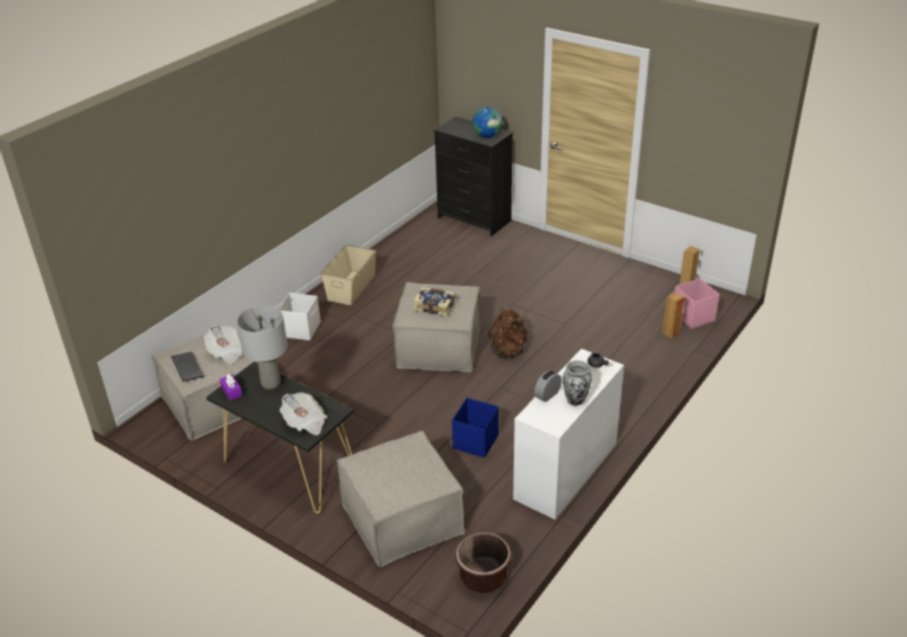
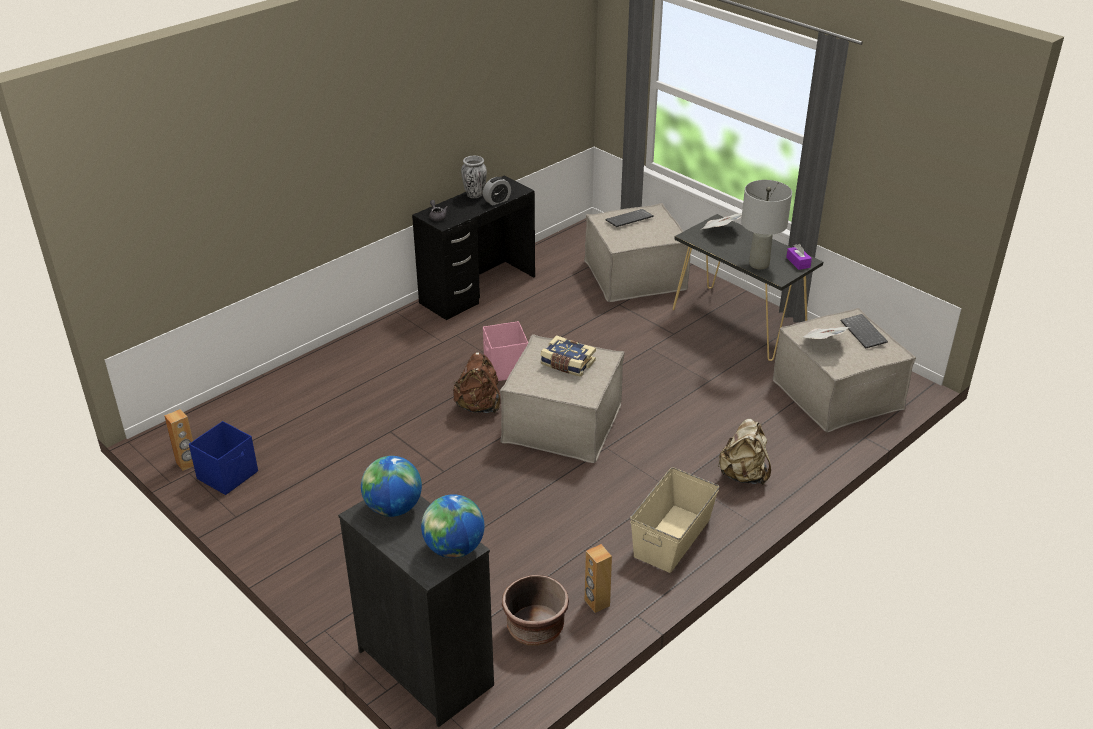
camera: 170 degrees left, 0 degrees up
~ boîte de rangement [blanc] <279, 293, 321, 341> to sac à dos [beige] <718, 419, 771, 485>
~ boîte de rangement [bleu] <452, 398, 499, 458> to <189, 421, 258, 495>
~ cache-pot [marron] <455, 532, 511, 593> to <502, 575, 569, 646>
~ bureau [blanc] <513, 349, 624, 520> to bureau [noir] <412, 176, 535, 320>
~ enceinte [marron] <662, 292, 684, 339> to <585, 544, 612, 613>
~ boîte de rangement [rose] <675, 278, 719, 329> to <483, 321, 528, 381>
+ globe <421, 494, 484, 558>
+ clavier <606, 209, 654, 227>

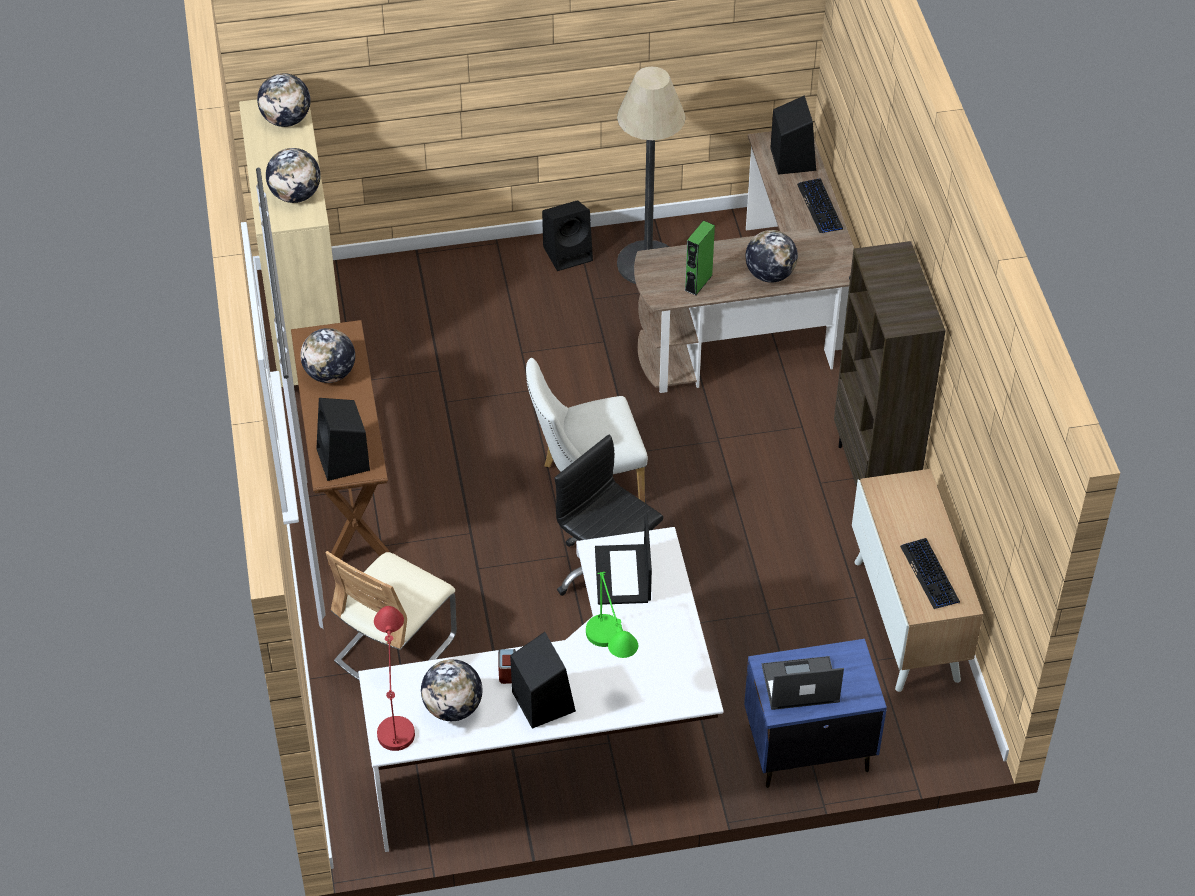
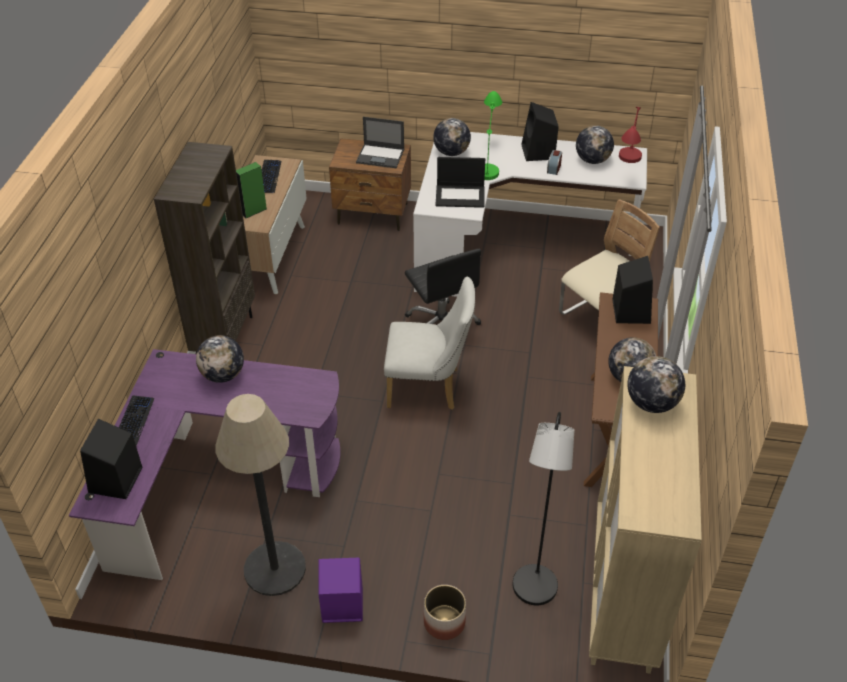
camera: 160 degrees left, 5 degrees down
~ globe <257, 73, 311, 127> to <433, 118, 471, 156>
~ enceinte [noir] <542, 200, 593, 271> to enceinte [violet] <318, 558, 363, 623>
~ ordinateur portable <595, 514, 652, 605> = <436, 157, 485, 208> 75 degrees clockwise
~ bureau [marron] <634, 131, 854, 393> to bureau [violet] <69, 349, 340, 580>
~ enceinte [vert] <684, 220, 715, 295> to <236, 162, 267, 218>
~ table de chevet [bleu] <744, 639, 887, 788> to table de chevet [marron] <329, 138, 411, 231>
+ cache-pot <424, 585, 466, 640>
+ lampadaire [noir] <512, 412, 574, 605>

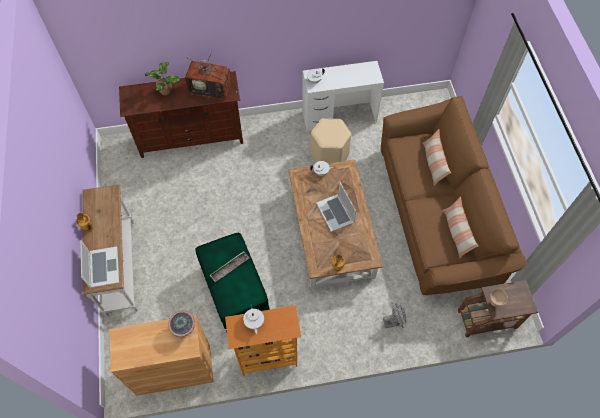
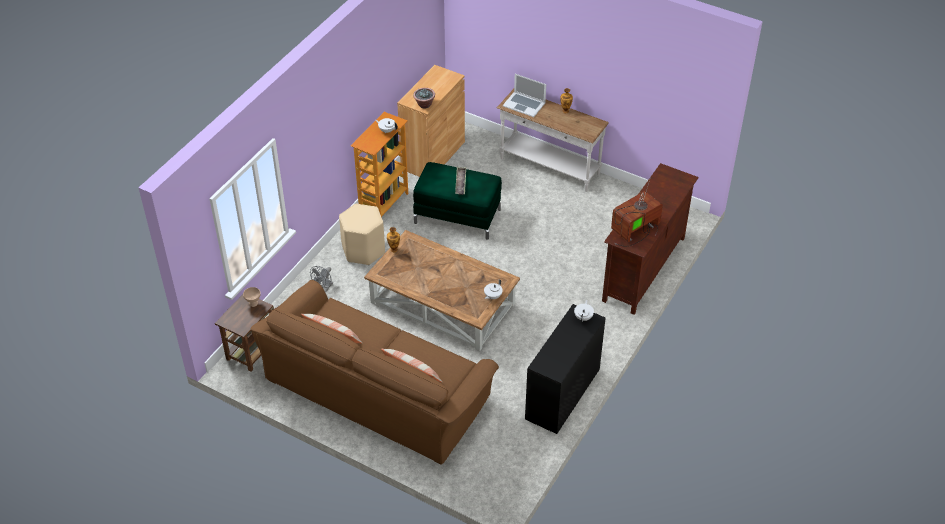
camera: 130 degrees right, 15 degrees down
- plante en pot <145, 62, 180, 96>
~ bureau [blanc] <302, 61, 384, 131> to bureau [noir] <525, 304, 605, 434>
~ tabouret [beige] <310, 118, 352, 163> to <339, 204, 385, 265>
- ordinateur portable <316, 182, 356, 232>

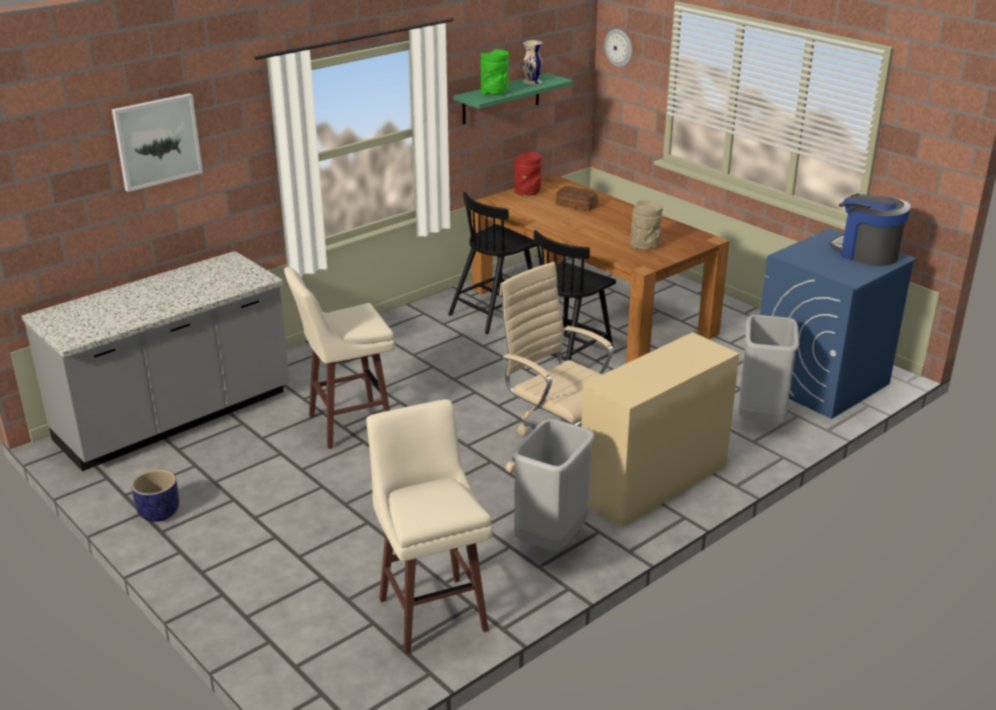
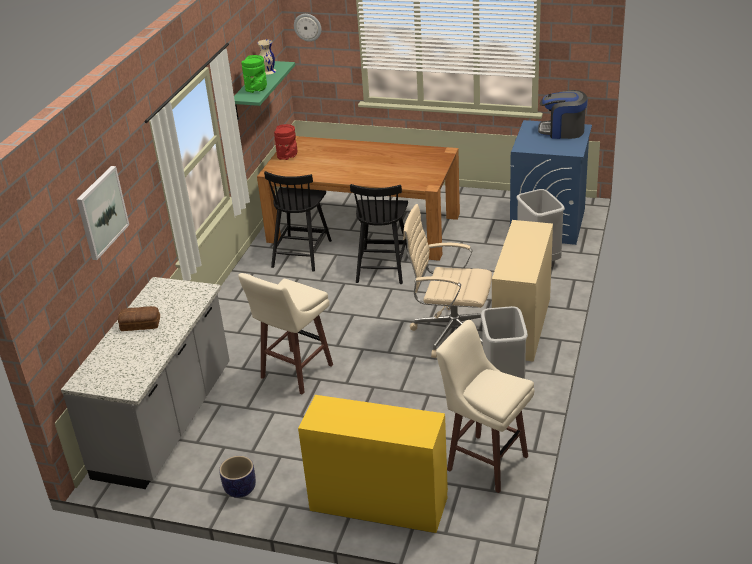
camera: 30 degrees left, 5 degrees up
~ pain <556, 186, 598, 211> to <118, 306, 160, 331>
- vase [beige] <631, 200, 663, 250>
+ bureau [jaune] <298, 395, 448, 533>

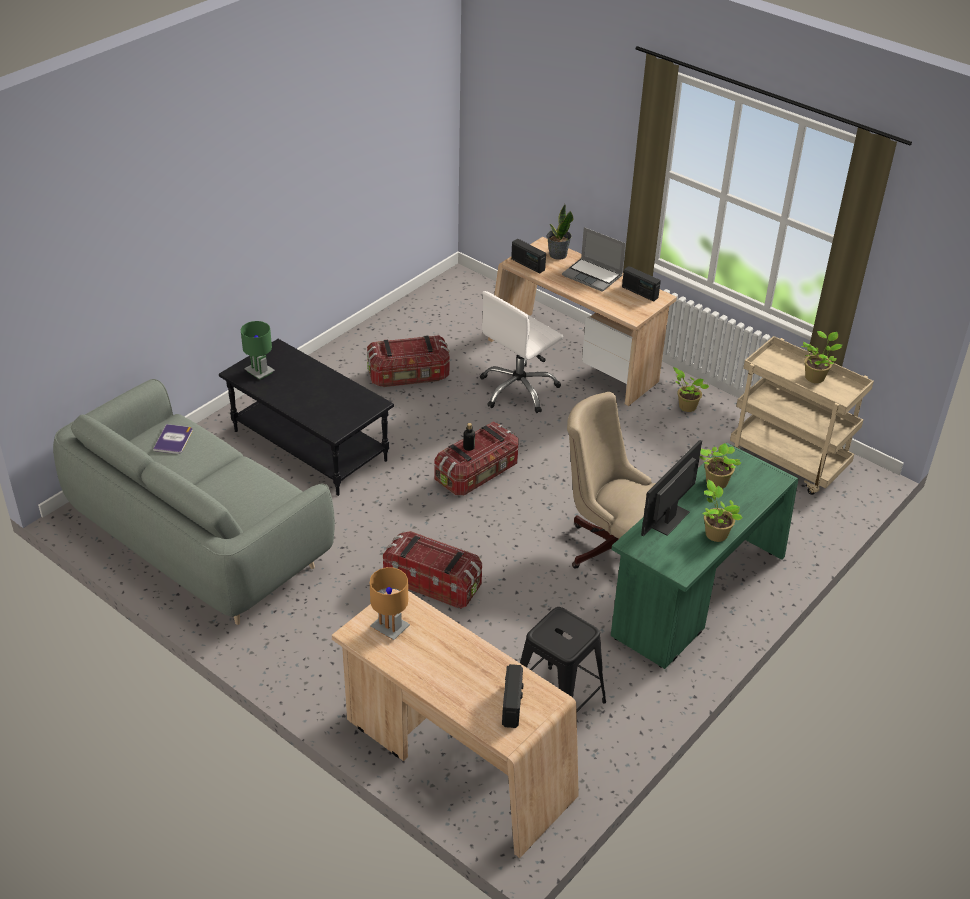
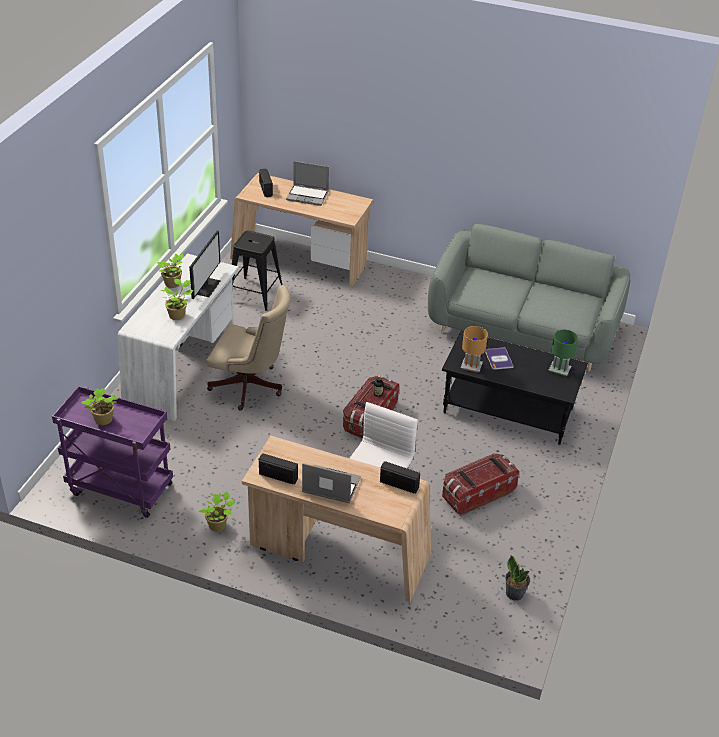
camera: 160 degrees right, 0 degrees up
~ livre <153, 424, 193, 454> to <485, 347, 514, 370>
~ lampe de table [marron] <370, 567, 410, 640> to <461, 326, 488, 373>
- boîte de rangement <383, 531, 482, 609>
~ plante en pot <547, 204, 573, 260> to <505, 555, 530, 601>
~ bureau [vert] <611, 443, 798, 669> to bureau [blanc] <118, 254, 238, 421>
~ chariot [beige] <730, 336, 874, 495> to chariot [violet] <52, 386, 173, 518>
+ ordinateur portable <286, 161, 329, 206>

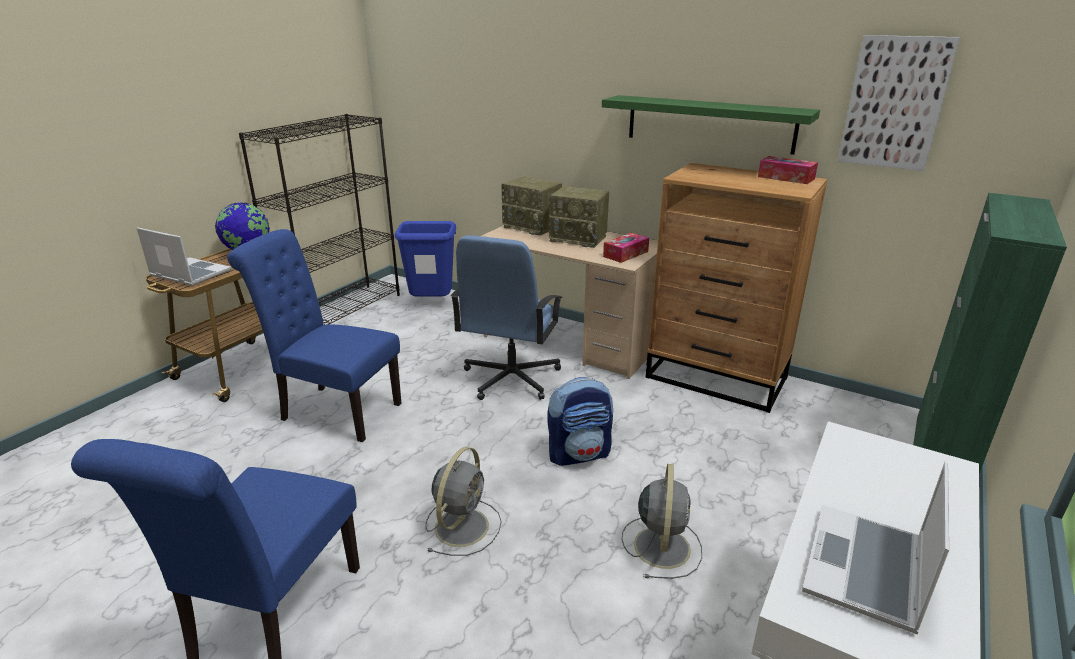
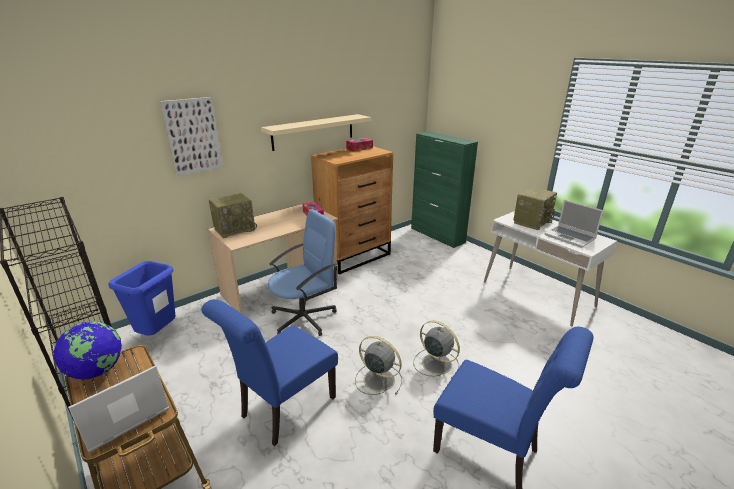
camera: 70 degrees left, 0 degrees up
~ chaise de bureau [bleu] <450, 235, 563, 400> = <268, 209, 338, 336> 75 degrees counterclockwise
- sac à dos <547, 377, 613, 466>
~ radio <548, 186, 609, 248> to <513, 187, 557, 230>
~ étagère [vert] <602, 95, 820, 155> to étagère [beige] <261, 114, 371, 151>
~ ventilateur [gris] <622, 464, 702, 579> to <355, 336, 402, 395>
~ tableau <838, 35, 960, 171> to <160, 97, 223, 176>

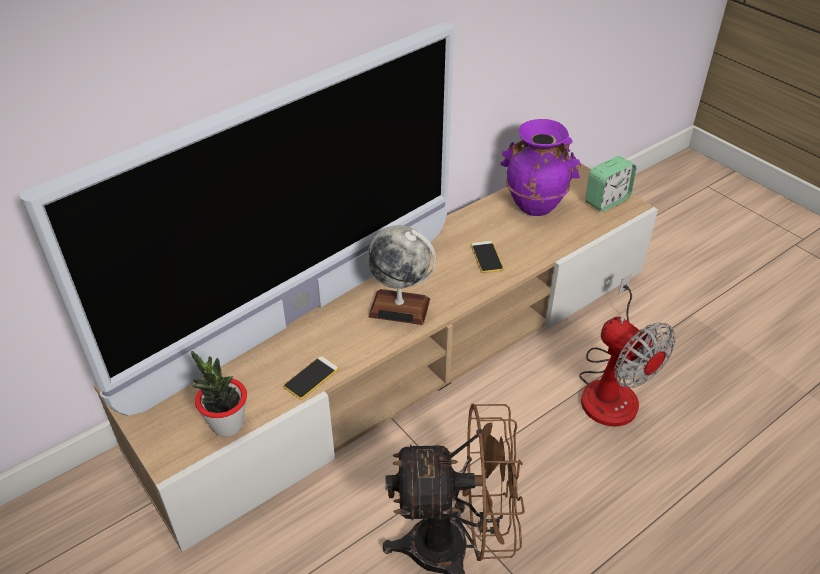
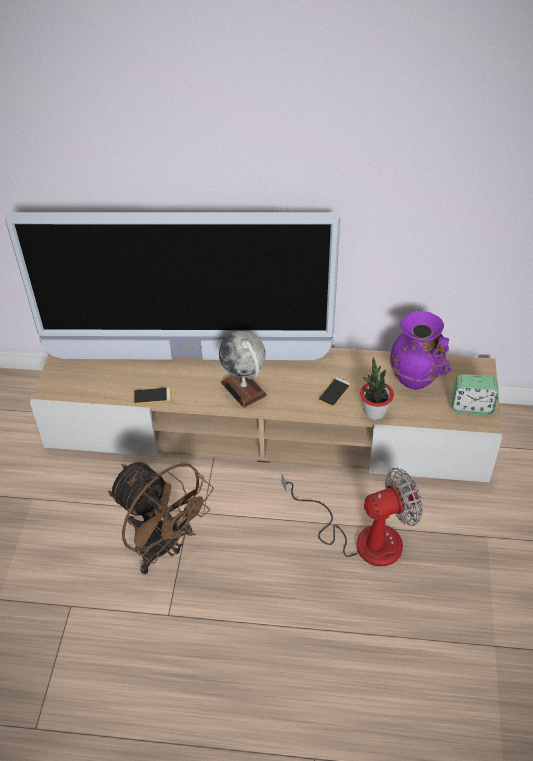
camera: 45 degrees right, 5 degrees up
~ plante en pot <191, 351, 247, 437> to <360, 358, 394, 420>
~ ventilateur <579, 274, 675, 427> = <281, 468, 423, 566> 120 degrees counterclockwise

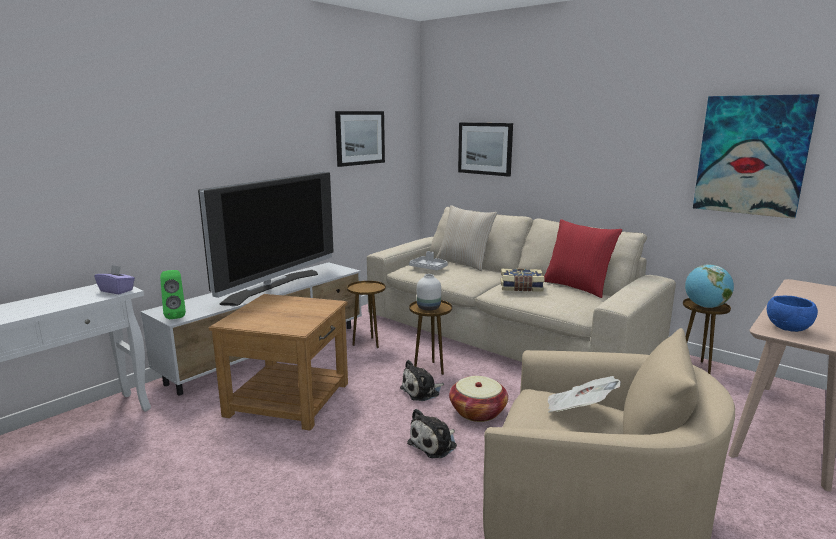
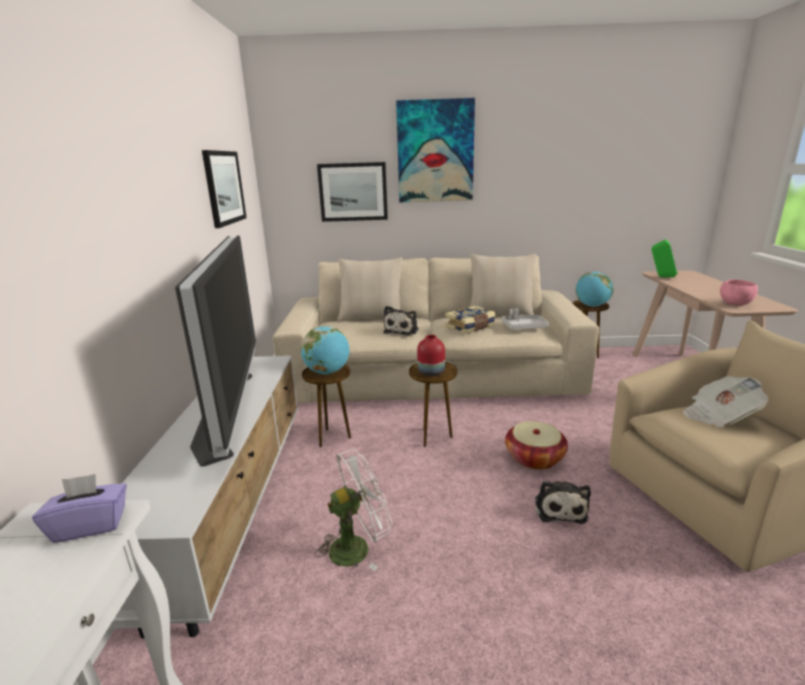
camera: 40 degrees left, 5 degrees up
~ enceinte [vert] <160, 270, 186, 319> to <652, 239, 678, 278>
~ table d'appoint [marron] <209, 294, 348, 431> to ventilateur [blanc] <315, 449, 392, 571>
~ peluche <400, 360, 444, 401> to <383, 306, 419, 335>
~ plateau [gris] <409, 251, 448, 270> to <502, 309, 549, 330>
~ vase [blanc] <417, 274, 441, 311> to vase [rouge] <417, 335, 445, 376>
~ coussin [rouge] <544, 219, 622, 298> to coussin [beige] <470, 254, 536, 316>
~ tableau <693, 94, 820, 219> to <396, 98, 475, 203>
~ bol [bleu] <767, 296, 818, 332> to bol [rose] <720, 280, 758, 306>
+ globe <301, 326, 349, 375>

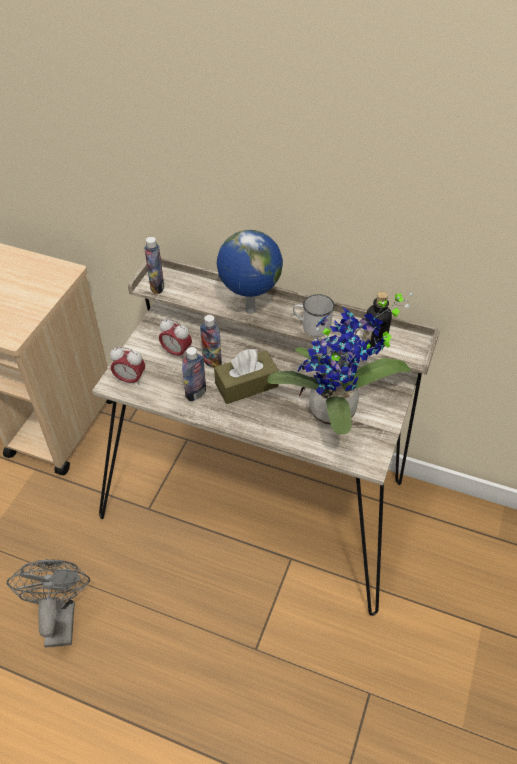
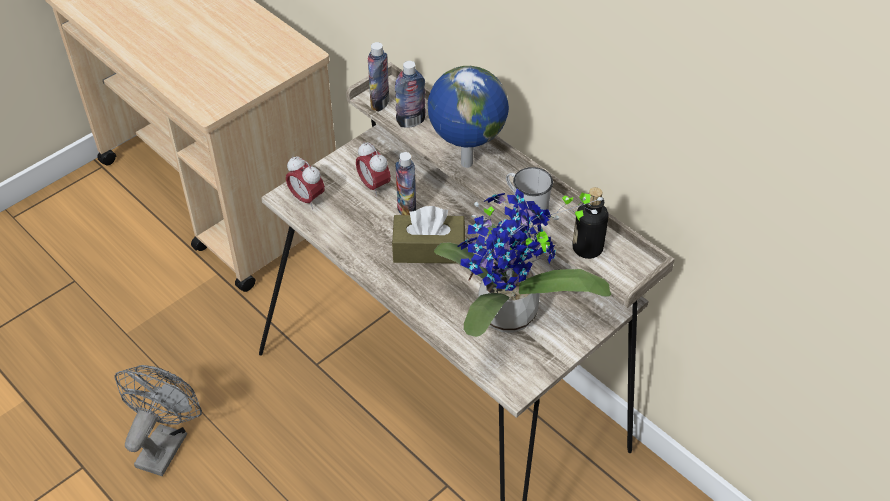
camera: 25 degrees right, 0 degrees up
~ bouteille <182, 347, 206, 401> to <395, 61, 426, 128>

